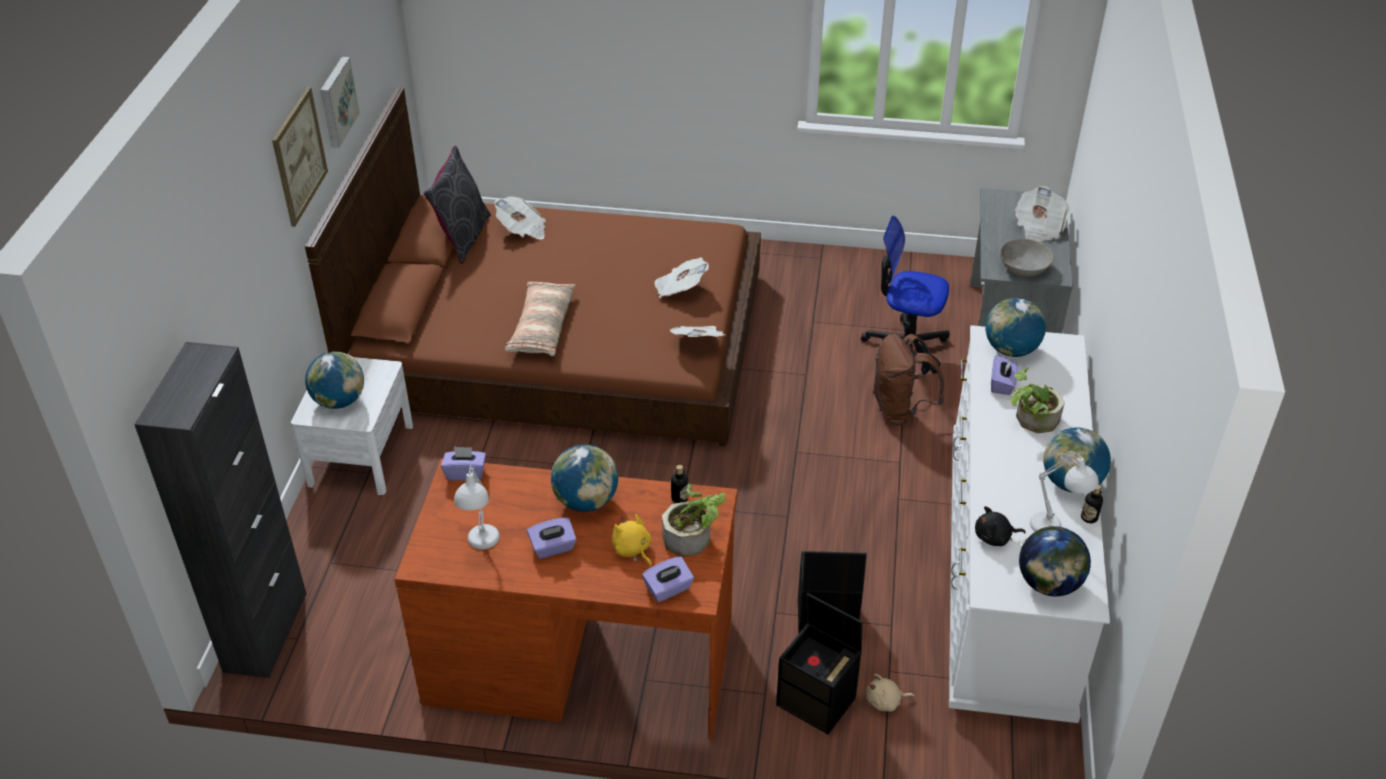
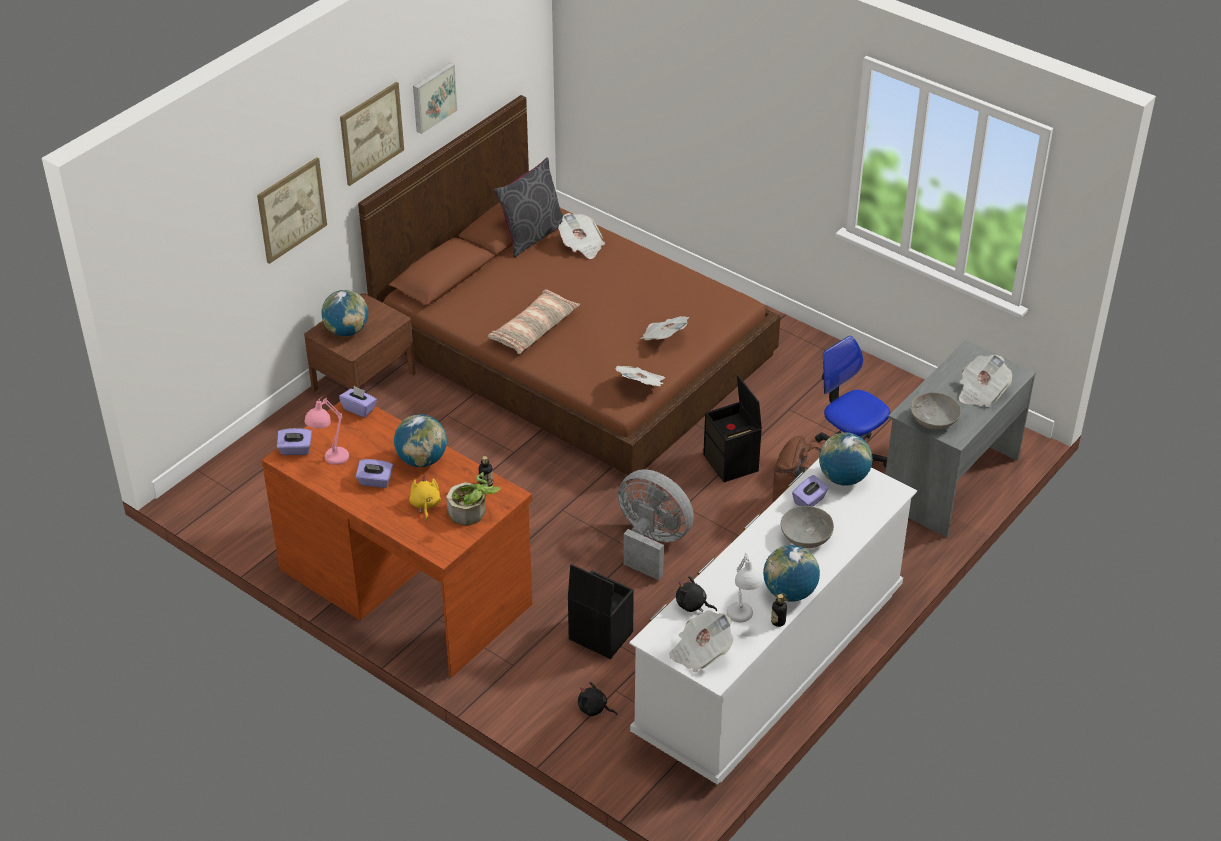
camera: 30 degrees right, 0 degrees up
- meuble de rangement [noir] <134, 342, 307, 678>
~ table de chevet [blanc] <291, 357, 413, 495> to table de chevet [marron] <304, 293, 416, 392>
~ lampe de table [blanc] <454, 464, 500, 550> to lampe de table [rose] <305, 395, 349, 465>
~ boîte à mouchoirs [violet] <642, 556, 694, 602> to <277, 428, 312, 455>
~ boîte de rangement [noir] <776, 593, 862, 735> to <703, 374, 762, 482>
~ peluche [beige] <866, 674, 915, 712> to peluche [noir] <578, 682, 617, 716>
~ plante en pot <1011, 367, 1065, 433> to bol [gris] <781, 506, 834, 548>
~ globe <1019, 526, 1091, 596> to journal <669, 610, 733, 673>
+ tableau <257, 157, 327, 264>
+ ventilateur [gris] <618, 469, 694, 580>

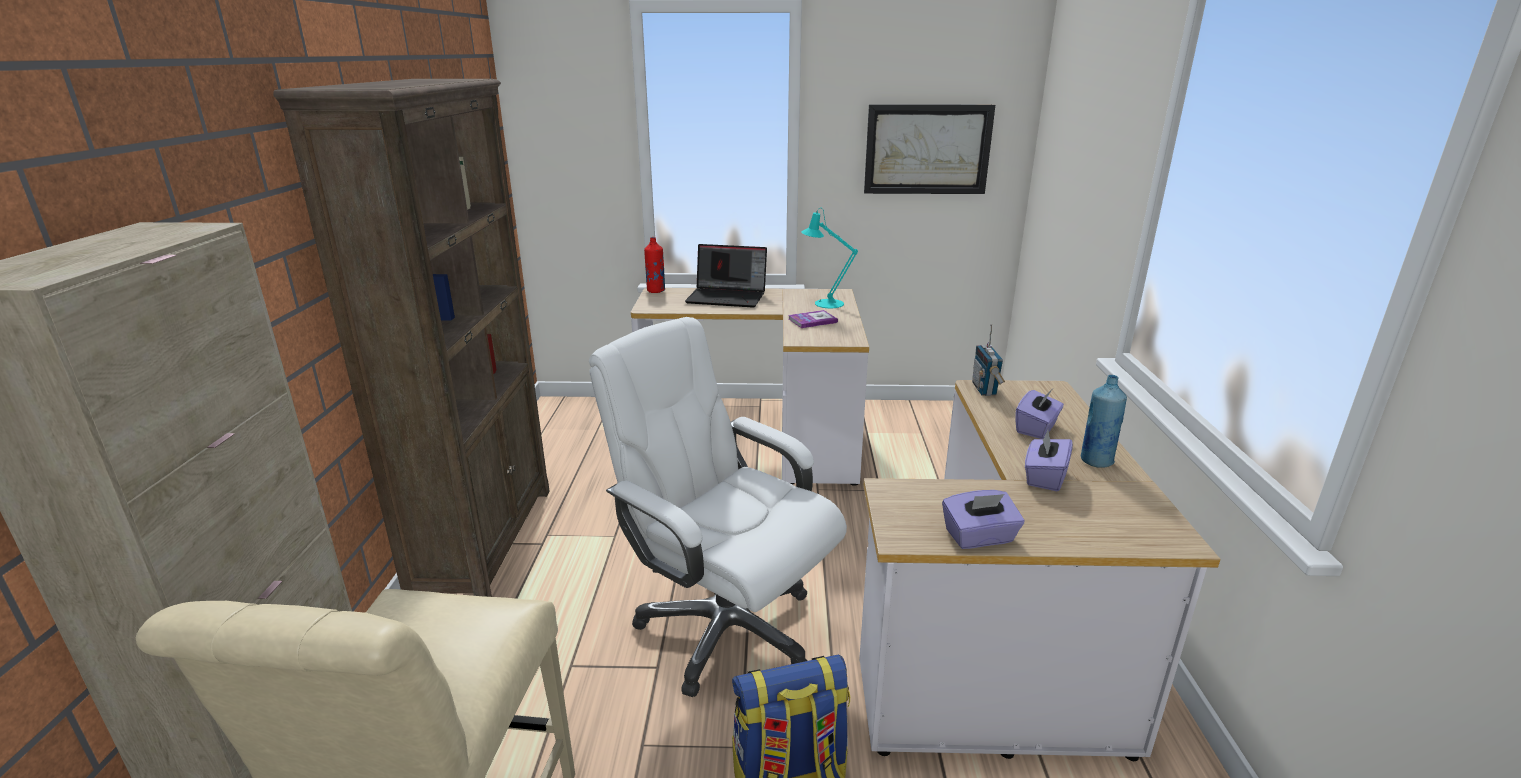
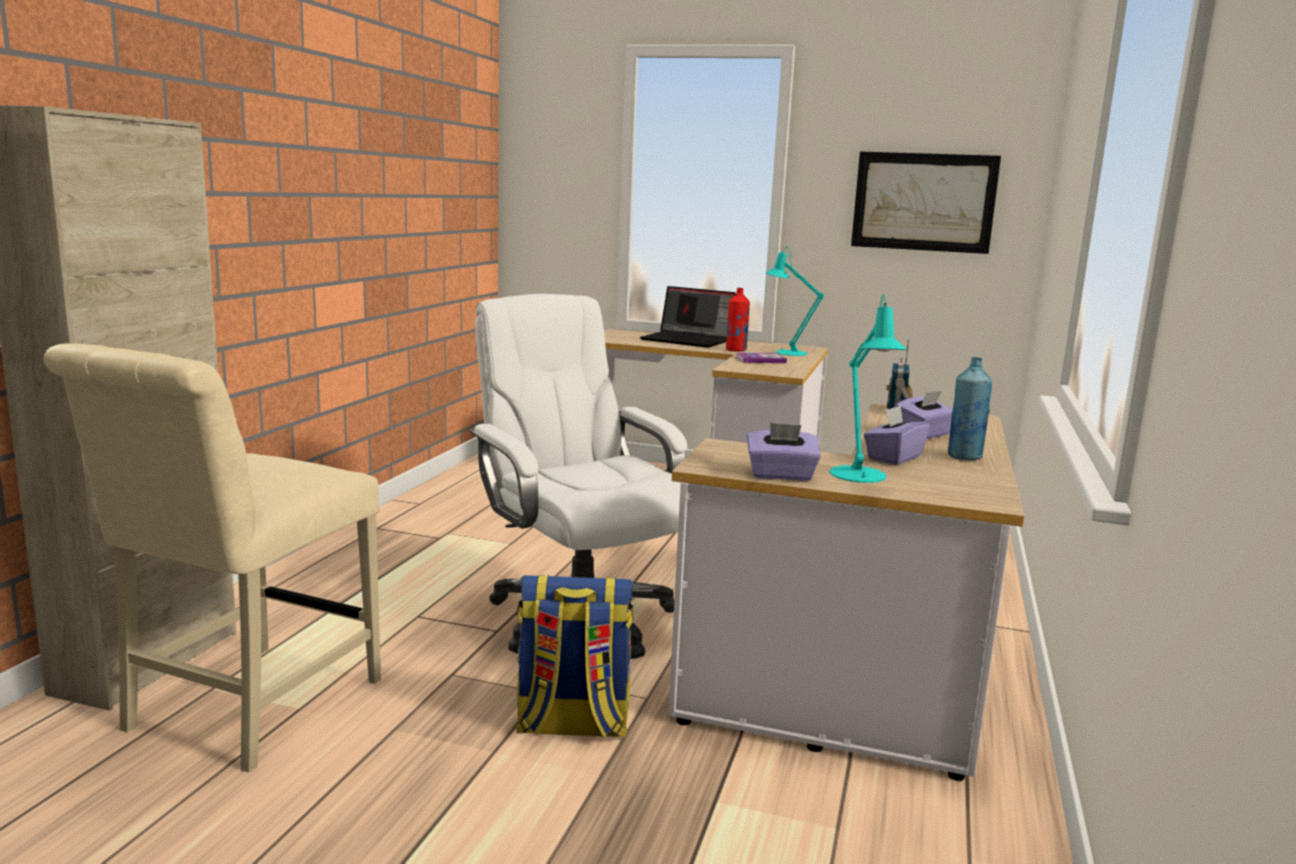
camera: 15 degrees right, 10 degrees down
- bibliothèque [marron] <273, 79, 550, 597>
~ bouteille [rouge] <644, 237, 665, 293> to <726, 288, 750, 352>
+ lampe de table [turquoise] <830, 294, 907, 483>

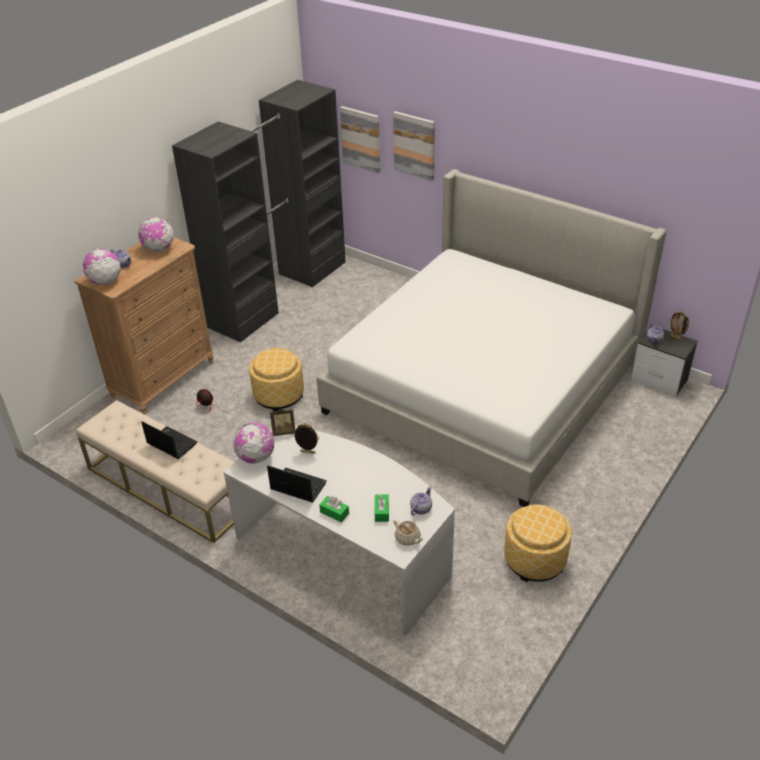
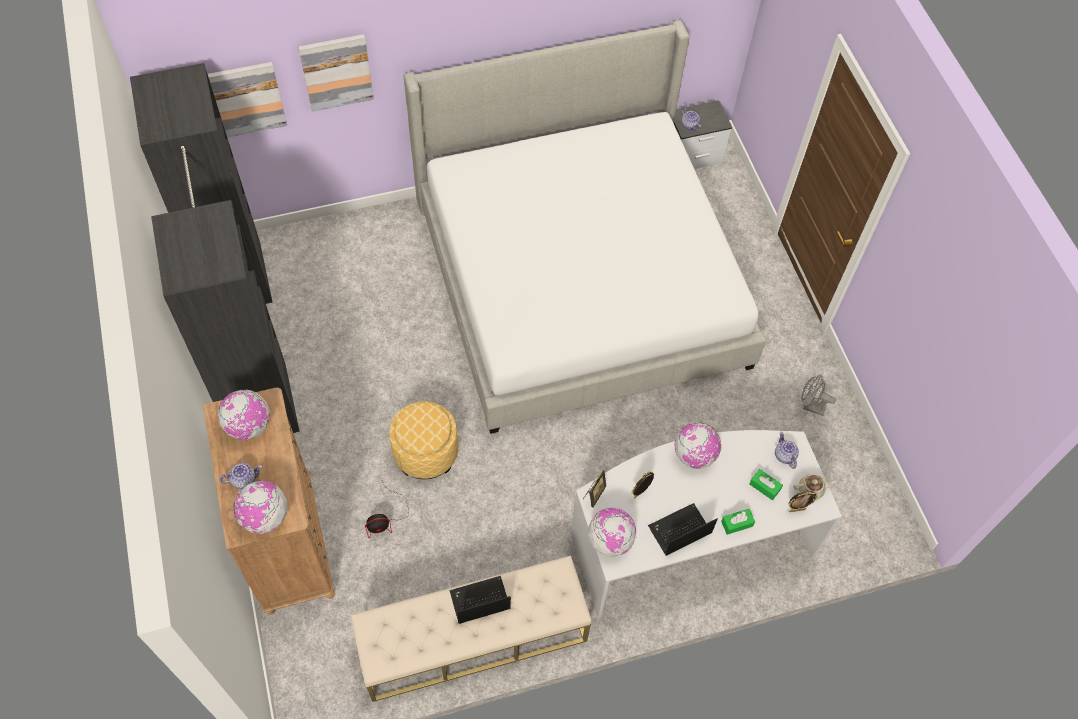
camera: 55 degrees left, 20 degrees up
~ pouf <504, 504, 572, 582> to ventilateur [gris] <801, 375, 836, 416>
~ cadre photo <669, 311, 689, 340> to <788, 491, 818, 512>
+ globe <674, 422, 722, 469>

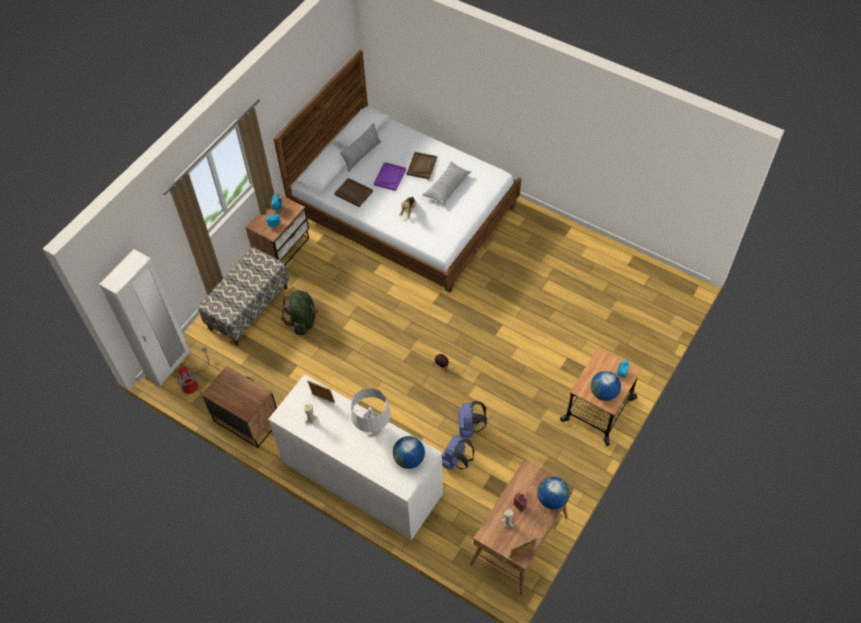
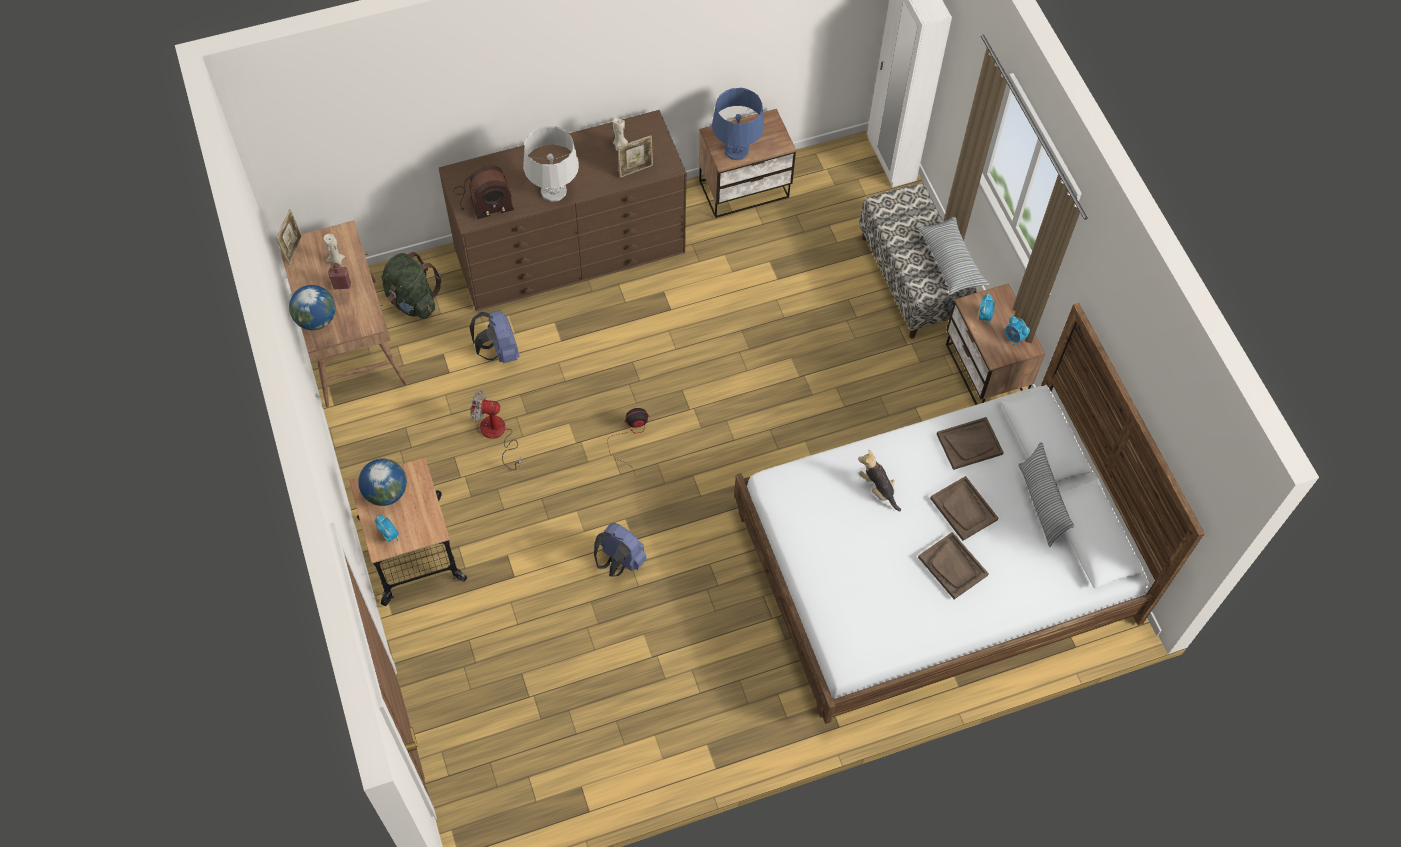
camera: 125 degrees right, 5 degrees up
~ ventilateur <177, 347, 209, 394> to <471, 390, 521, 470>
~ commode [blanc] <268, 374, 443, 540> to commode [marron] <439, 110, 686, 311>
~ sac à dos [vert] <281, 290, 318, 335> to <382, 252, 441, 319>
~ plateau [violet] <374, 162, 406, 191> to plateau [marron] <930, 476, 998, 541>
~ globe <393, 436, 425, 469> to radio <453, 165, 514, 219>
~ coussin <423, 162, 471, 206> to <918, 217, 989, 295>
~ sac à dos [bleu] <458, 401, 487, 438> to <594, 523, 647, 577>
+ lampe de table [bleu] <712, 88, 764, 160>

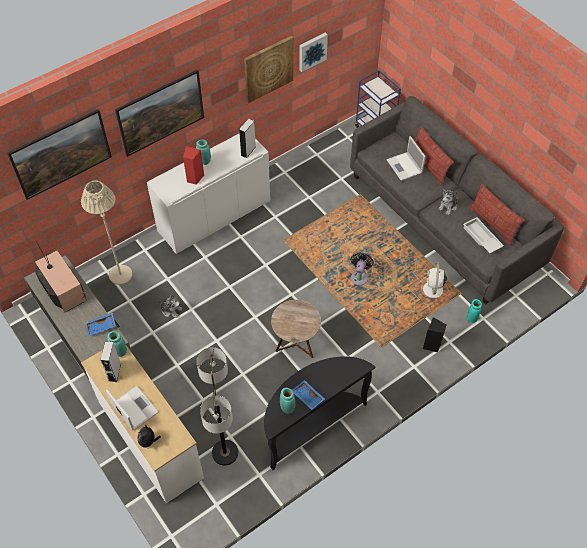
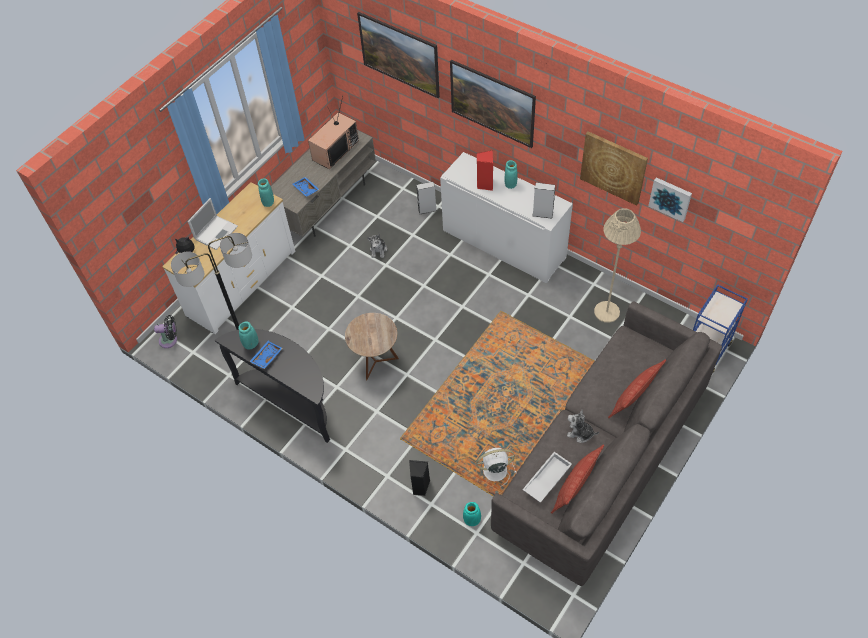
camera: 75 degrees right, 0 degrees up
~ lampadaire [beige] <81, 181, 133, 285> to <594, 208, 641, 323>
~ enceinte [gris] <101, 342, 121, 382> to <416, 182, 437, 214>
~ ventilateur [noir] <351, 253, 374, 285> to <154, 315, 177, 348>
- ordinateur portable <386, 136, 426, 181>

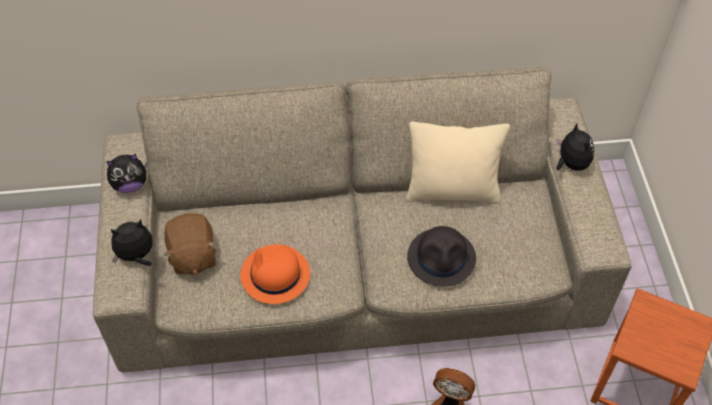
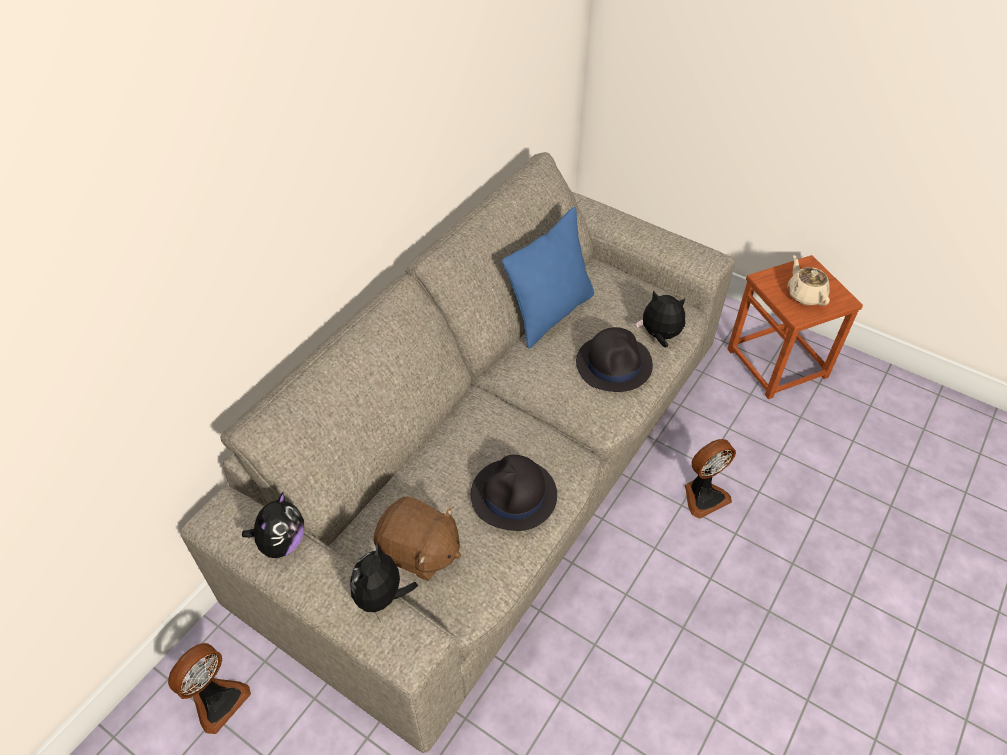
camera: 50 degrees left, 5 degrees down
~ chapeau [orange] <240, 244, 310, 304> to chapeau [noir] <471, 455, 557, 531>
~ coussin [beige] <406, 122, 510, 204> to coussin [bleu] <502, 207, 594, 348>
~ peluche <556, 123, 594, 171> to <636, 291, 685, 348>
+ ventilateur <168, 643, 251, 734>
+ théière [beige] <788, 255, 830, 306>

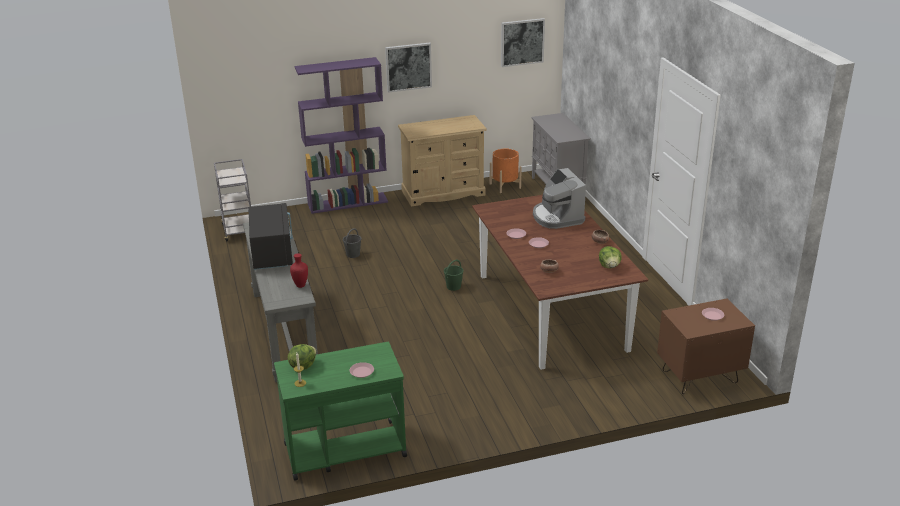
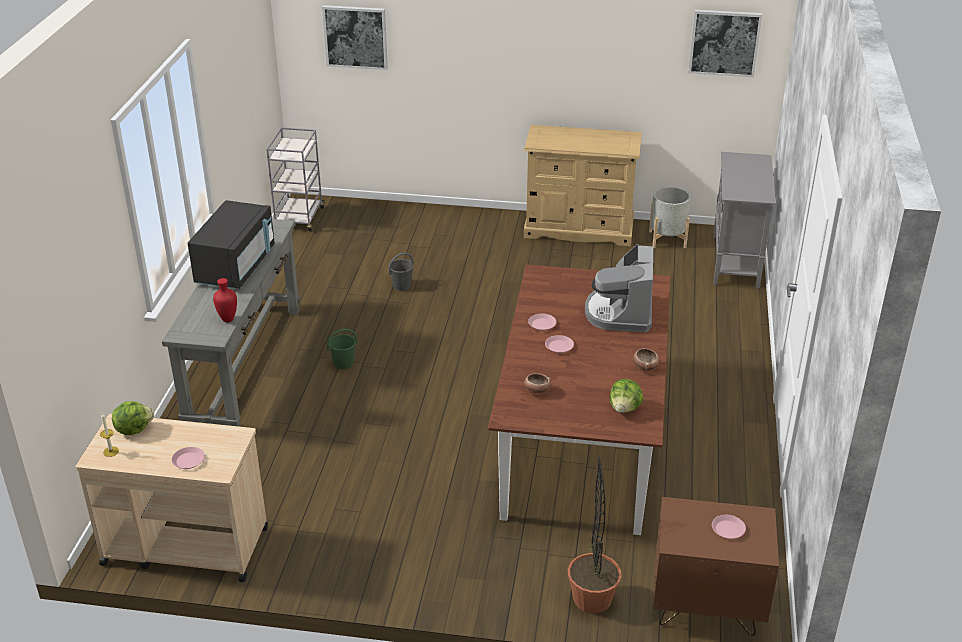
camera: 25 degrees right, 5 degrees up
~ chariot [vert] <274, 342, 407, 481> to chariot [beige] <75, 414, 268, 582>
- bibliothèque [violet] <294, 57, 388, 214>
~ tableau <385, 43, 432, 93> to <322, 5, 388, 70>
~ seau [vert] <444, 260, 464, 291> to <327, 329, 357, 369>
~ cache-pot [orange] <490, 149, 522, 193> to cache-pot [gris] <649, 187, 691, 248>
+ plante en pot <568, 457, 621, 614>

